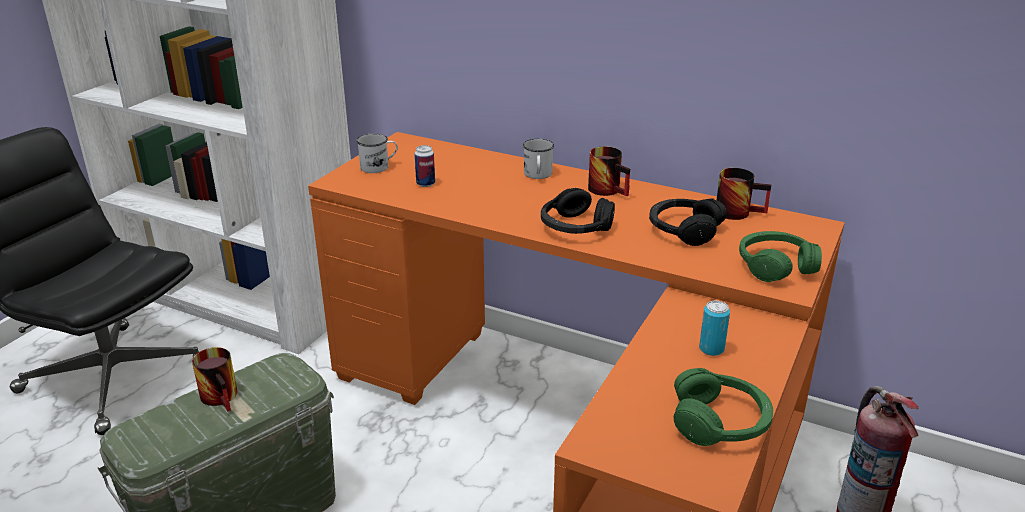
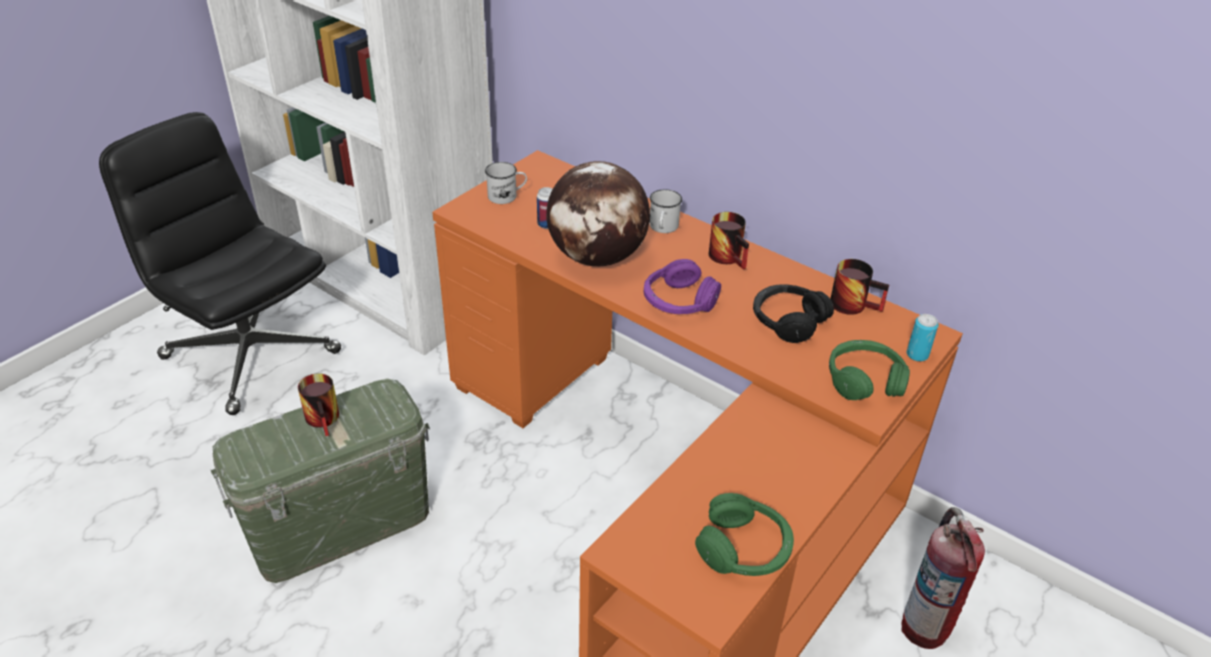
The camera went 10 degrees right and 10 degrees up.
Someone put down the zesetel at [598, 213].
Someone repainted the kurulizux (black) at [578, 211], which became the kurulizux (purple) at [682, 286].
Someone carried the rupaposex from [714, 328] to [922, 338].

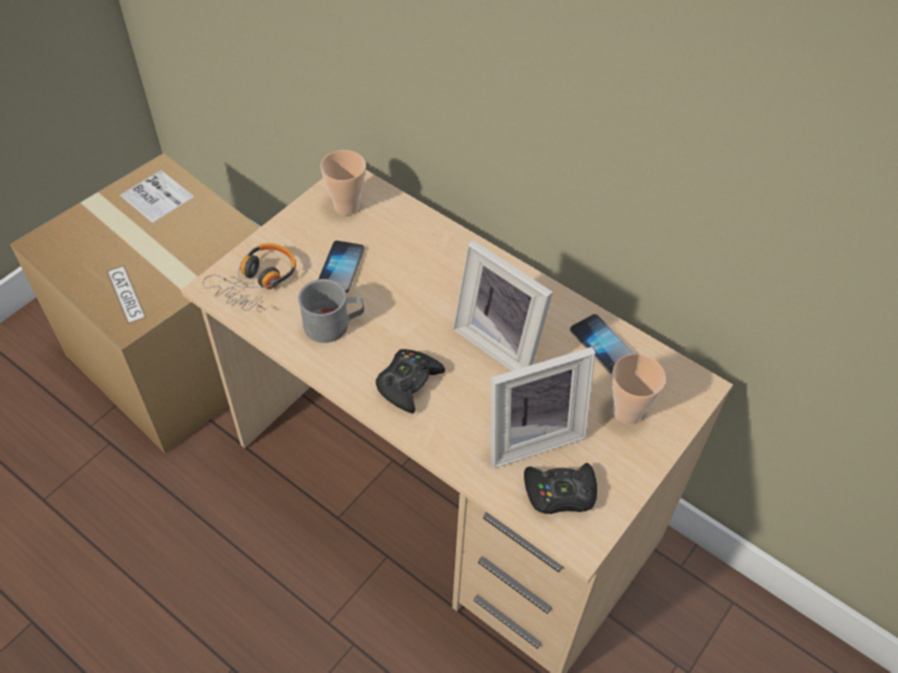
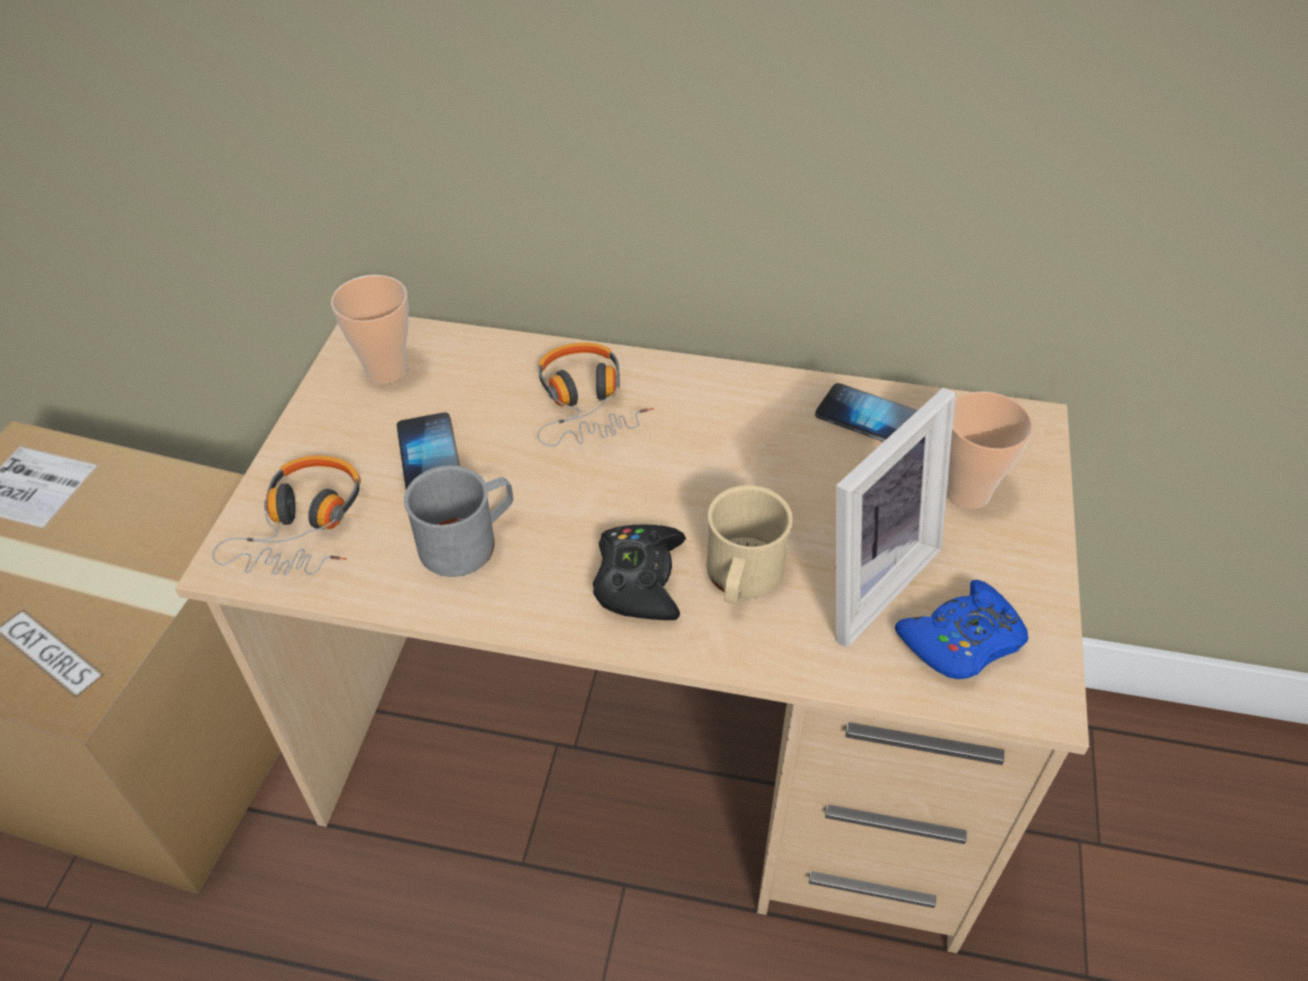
The camera went 25 degrees left and 5 degrees down.
Someone put down the kurulizux at [595, 395].
Someone put down the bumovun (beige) at [750, 544].
Someone repainted the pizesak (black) at [560, 488], which became the pizesak (blue) at [961, 629].
Someone took away the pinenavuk at [503, 305].

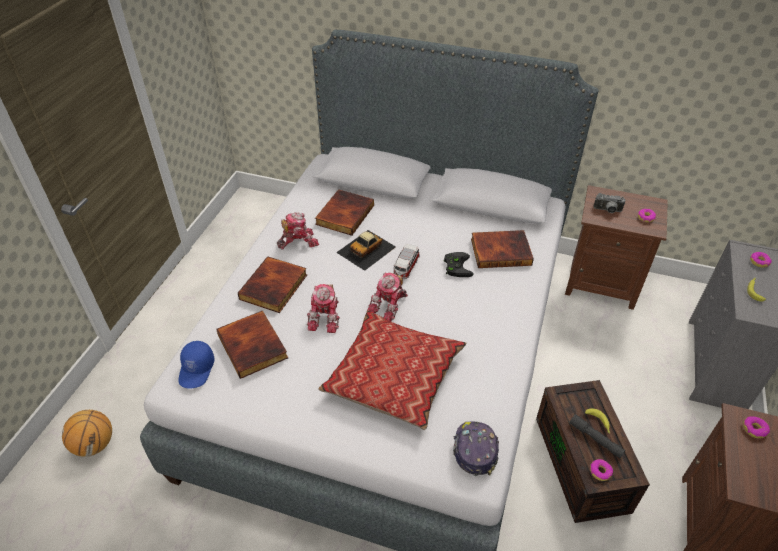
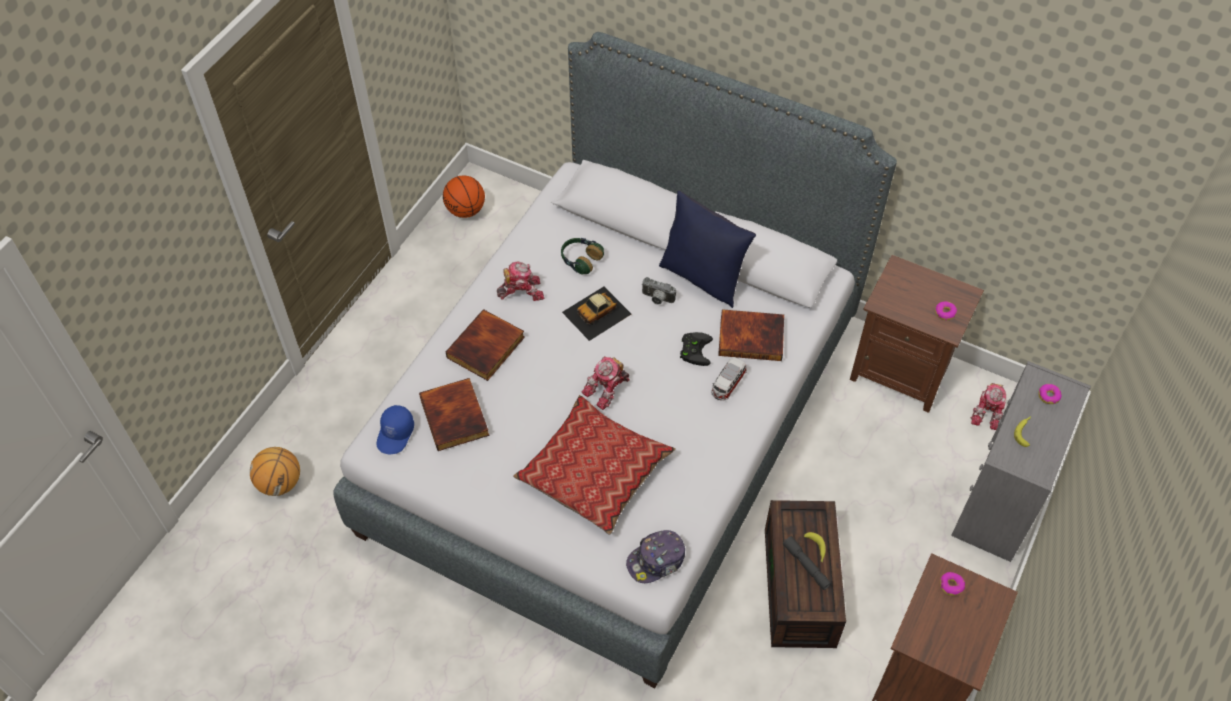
The camera went 10 degrees right and 10 degrees up.
Someone put down the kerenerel at [464, 197].
Someone swapped the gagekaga at [344, 212] for the kurulizux at [582, 256].
Someone rotated the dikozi at [476, 449] by 135 degrees counterclockwise.
Someone carried the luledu from [609, 203] to [658, 291].
Someone put down the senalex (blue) at [707, 249].
Someone carried the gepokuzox from [406, 261] to [729, 379].
Someone carried the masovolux from [323, 308] to [988, 406].
Someone took away the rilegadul at [601, 470].

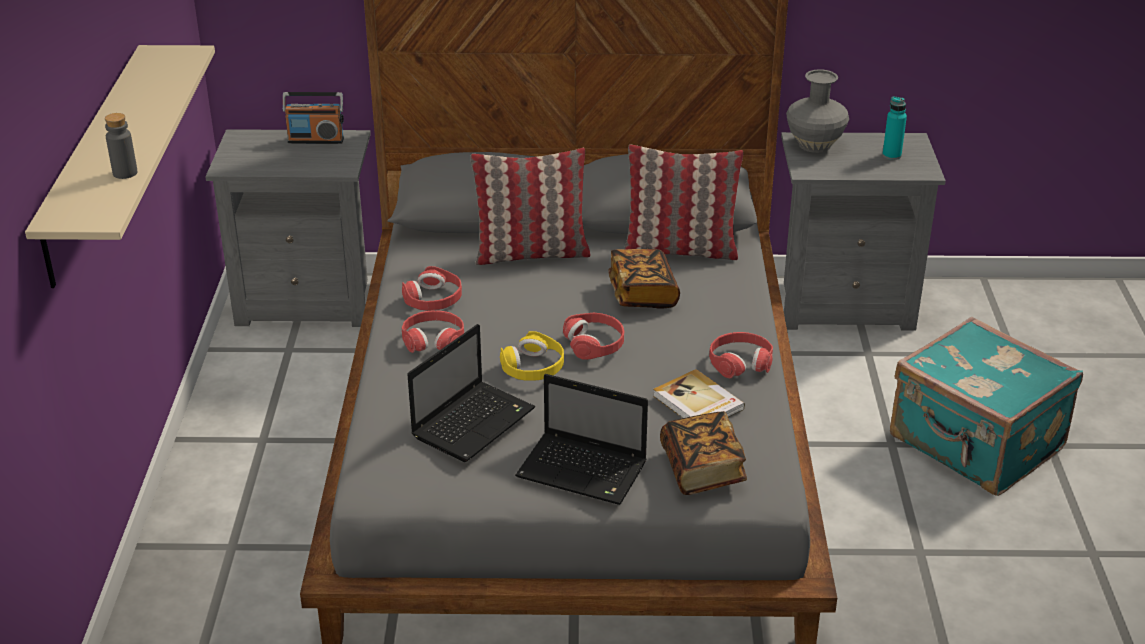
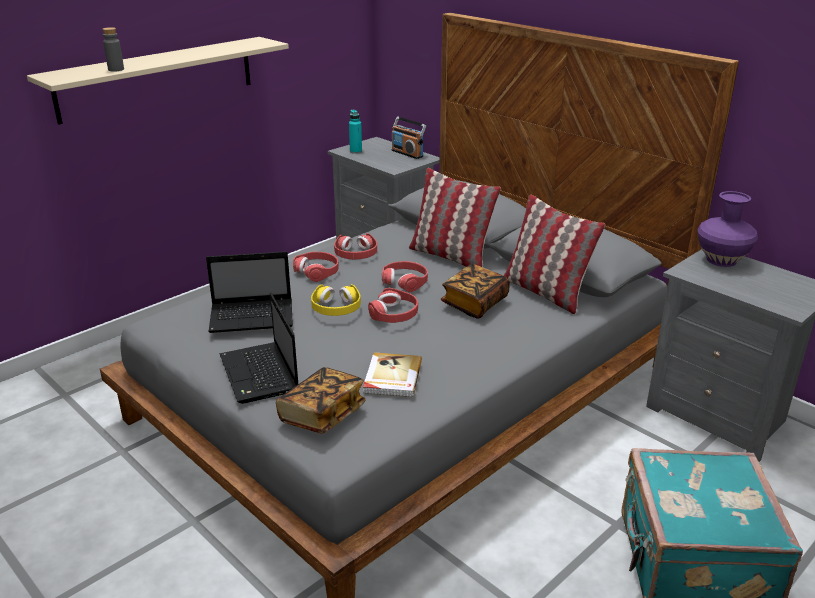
The camera went 45 degrees right and 5 degrees down.
Someone carried the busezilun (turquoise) from [894, 128] to [355, 132].
Someone carried the kurulizux (red) from [741, 355] to [405, 276].
Someone repainted the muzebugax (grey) at [817, 111], which became the muzebugax (purple) at [727, 229].

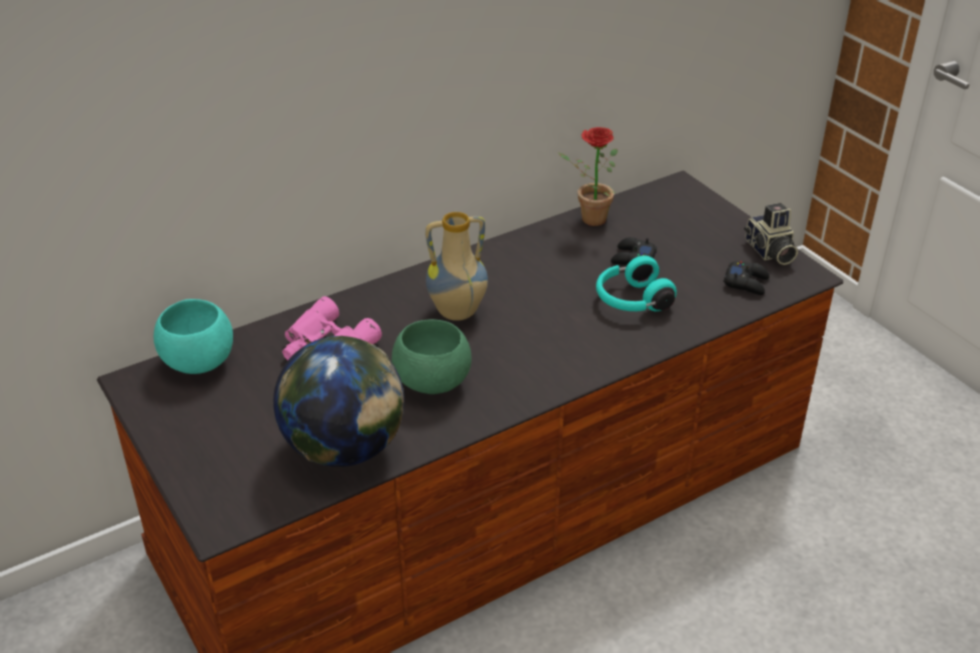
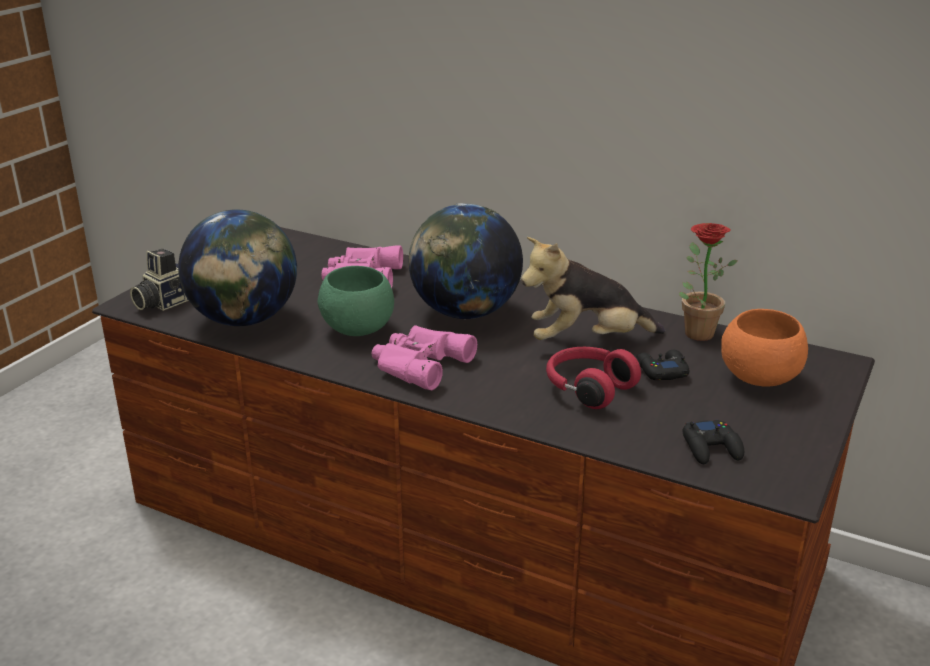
The camera went 60 degrees right and 10 degrees down.
Someone carried the luledu from [771, 234] to [159, 279].
Someone put down the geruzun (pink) at [424, 357].
Someone swapped the muzebugax at [456, 266] for the zesetel at [465, 261].
Someone put down the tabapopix at [593, 288].
Someone repainted the kurulizux (turquoise) at [636, 283], which became the kurulizux (red) at [593, 378].
Someone put down the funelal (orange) at [764, 348].
Someone took away the funelal (turquoise) at [193, 336].

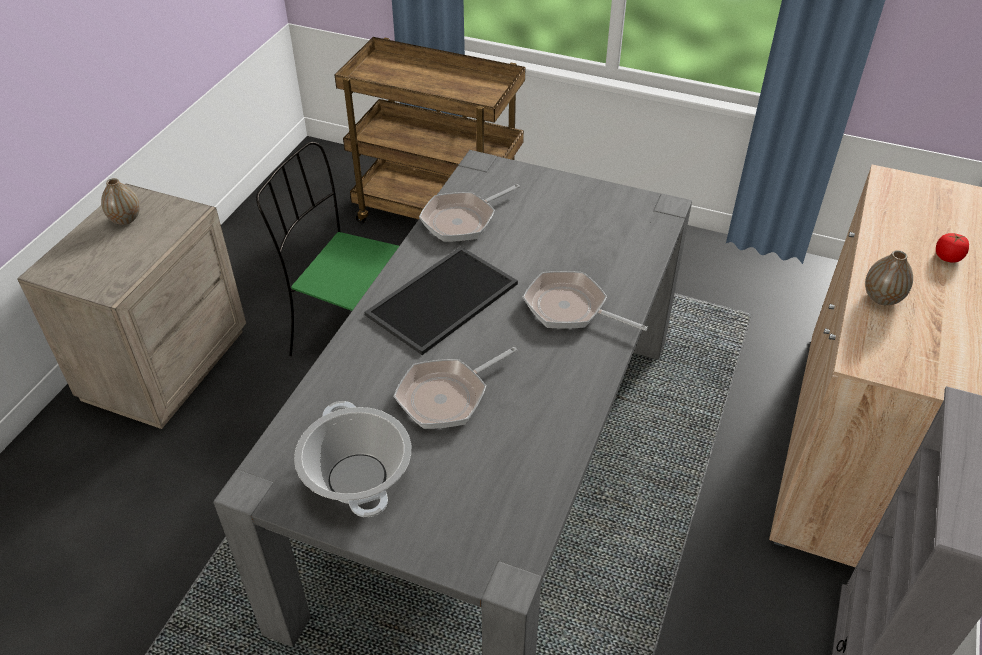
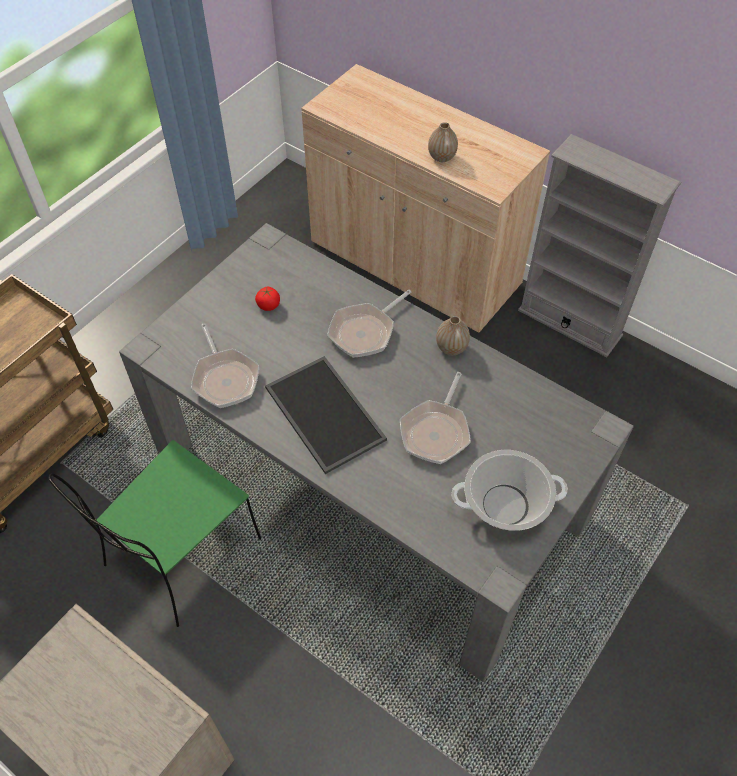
The camera went 75 degrees left and 10 degrees up.
Someone carried the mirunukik from [952, 247] to [267, 299].
Someone rotated the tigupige at [455, 388] by 45 degrees clockwise.
Someone carried the muzebugax from [120, 201] to [453, 335].

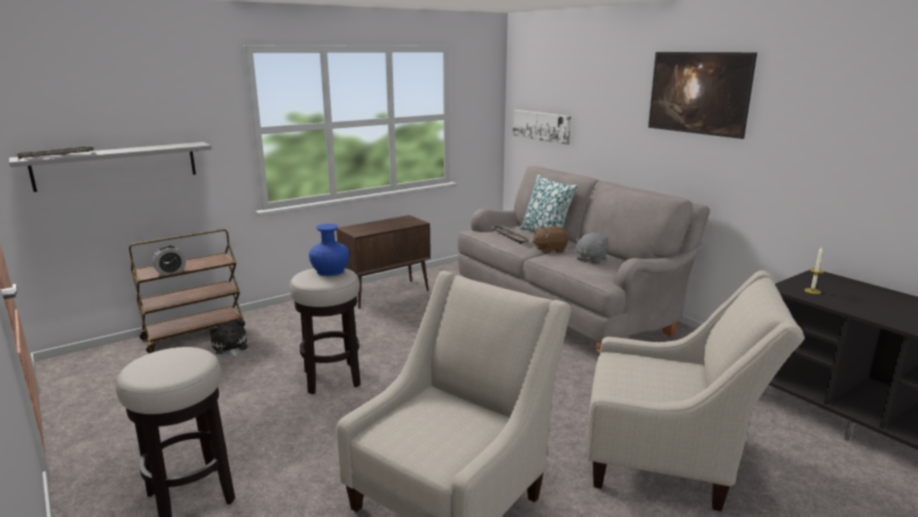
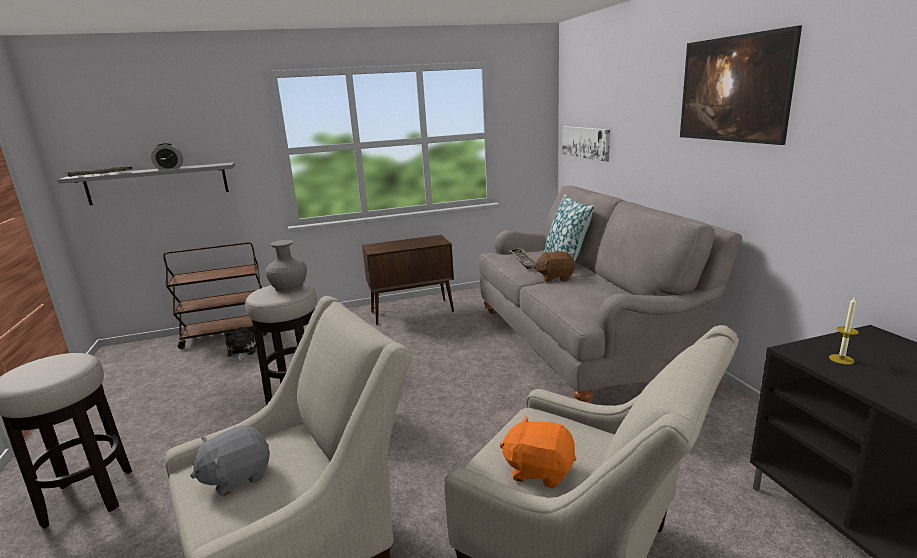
The camera went 20 degrees right and 0 degrees up.
Someone carried the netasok from [169, 260] to [167, 156].
Someone carried the tabapopix (grey) from [592, 248] to [230, 460].
Someone repainted the muzebugax (blue) at [329, 250], which became the muzebugax (grey) at [286, 266].
Someone put down the tabapopix (orange) at [538, 451].

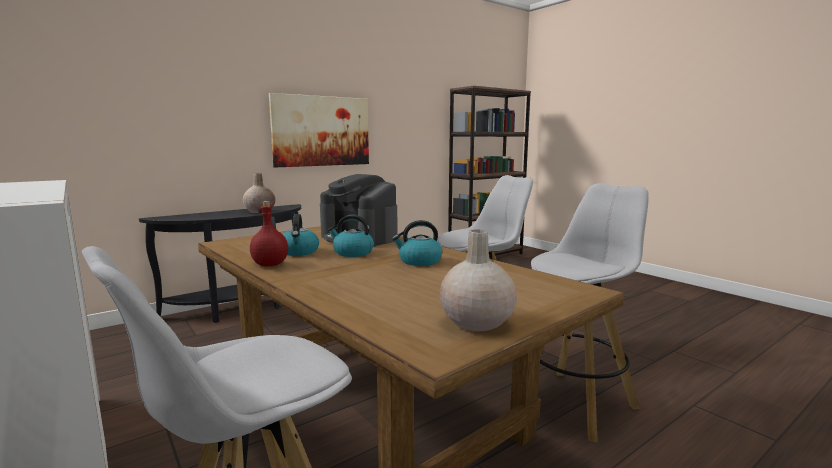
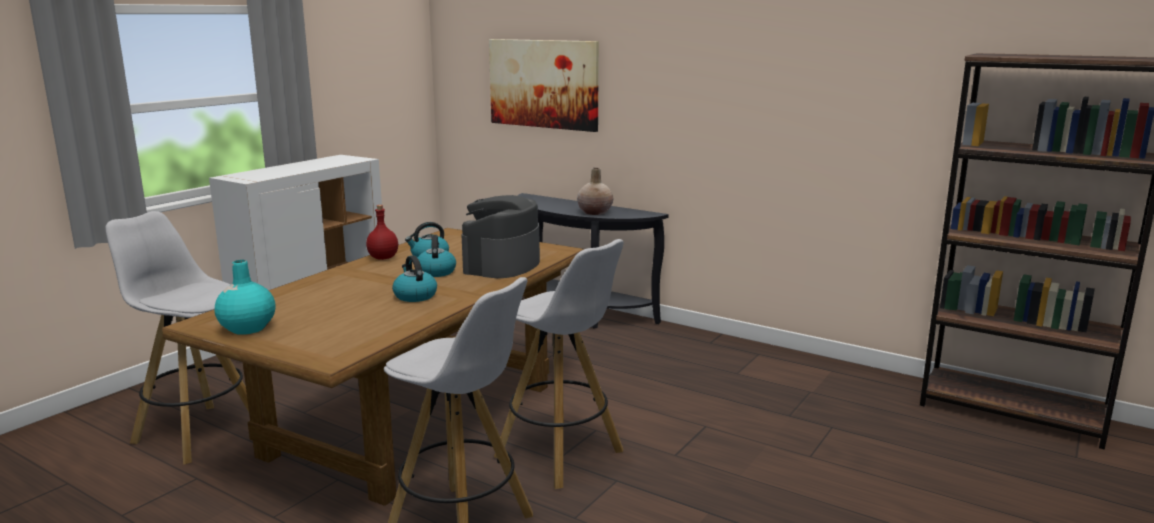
The camera went 70 degrees right and 5 degrees up.
Someone repainted the muzebugax (beige) at [478, 280], which became the muzebugax (turquoise) at [245, 297].
Someone carried the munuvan from [319, 130] to [544, 85].

